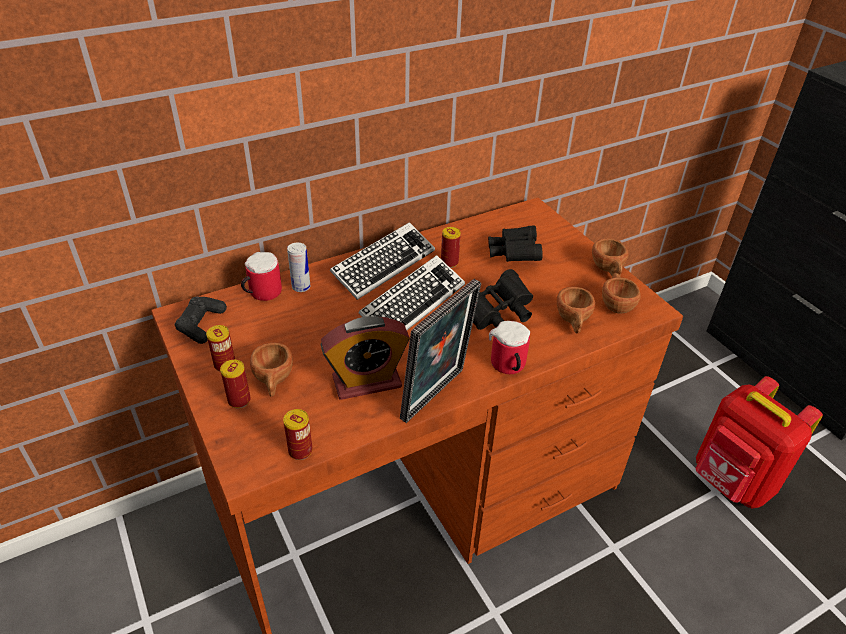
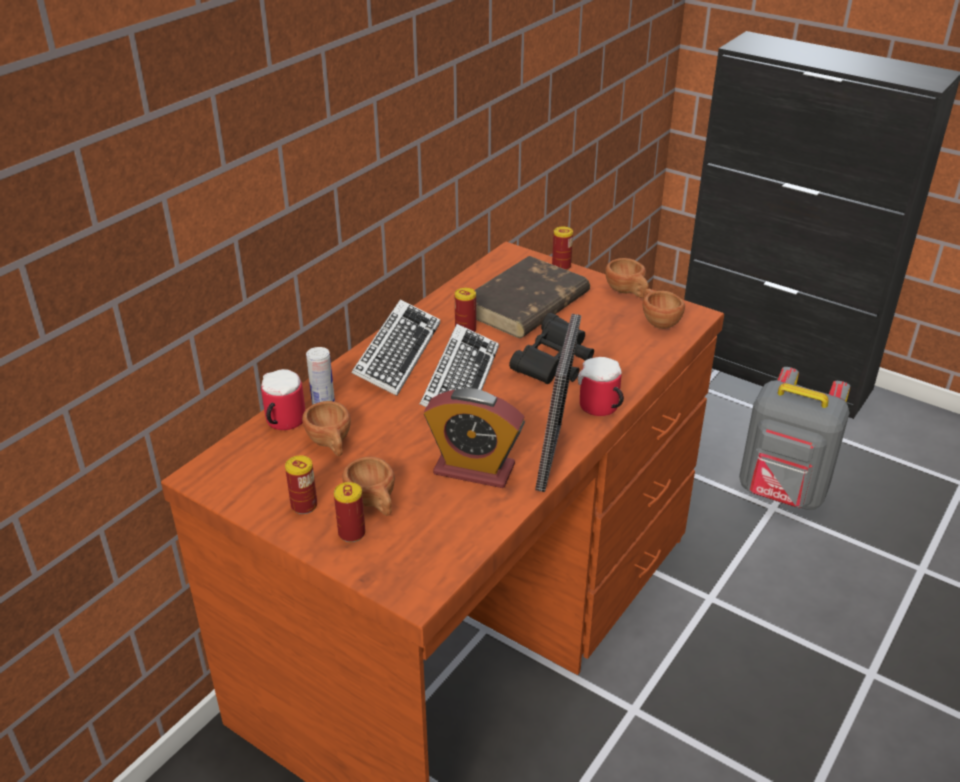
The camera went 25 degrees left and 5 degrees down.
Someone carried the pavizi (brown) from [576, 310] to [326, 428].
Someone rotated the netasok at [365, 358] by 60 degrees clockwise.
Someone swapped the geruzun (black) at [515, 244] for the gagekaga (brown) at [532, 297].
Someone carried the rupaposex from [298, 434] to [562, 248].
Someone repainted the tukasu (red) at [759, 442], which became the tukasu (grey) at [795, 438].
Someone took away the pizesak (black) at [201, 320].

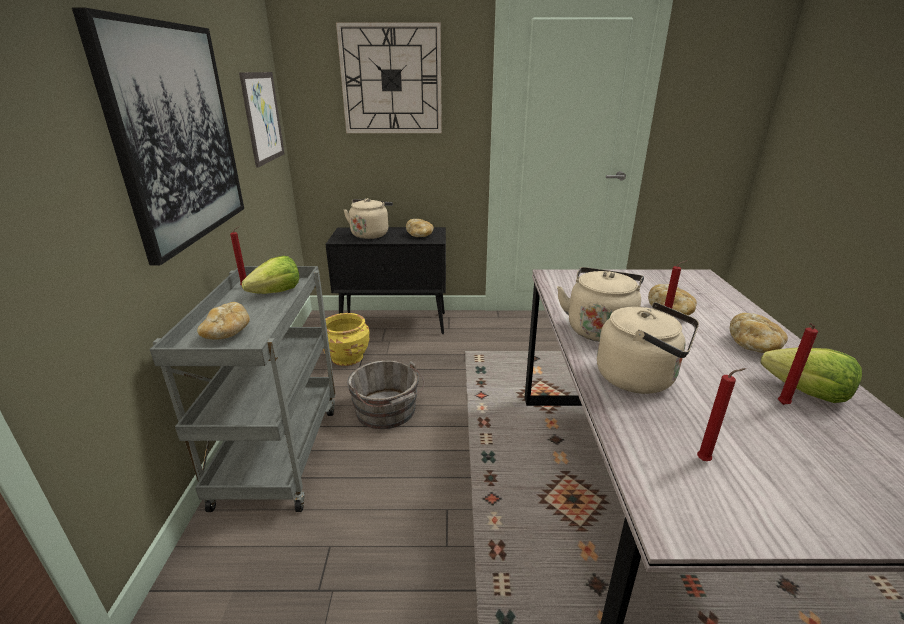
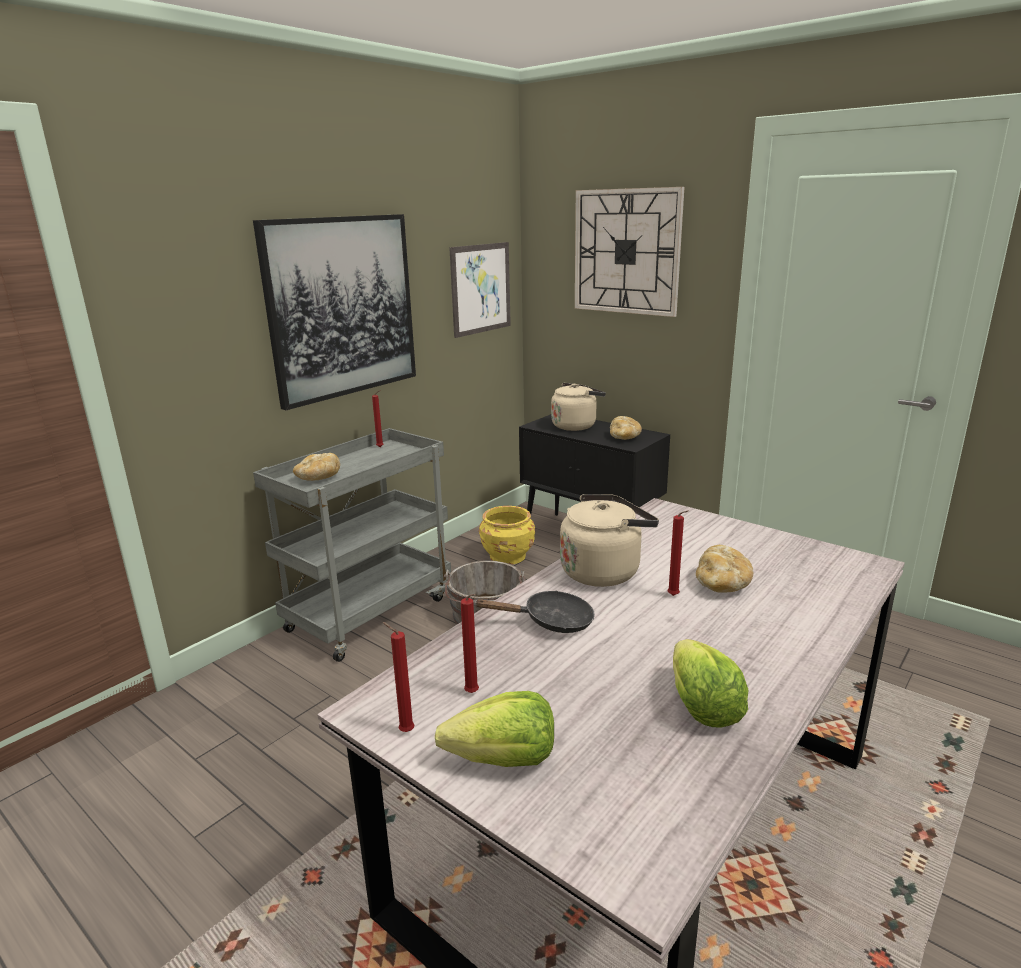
The camera went 40 degrees right and 5 degrees down.
Someone carried the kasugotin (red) from [798, 364] to [398, 677].
Someone carried the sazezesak from [270, 275] to [494, 729].
Someone swapped the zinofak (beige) at [648, 348] for the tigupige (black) at [534, 612].
Someone took away the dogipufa at [759, 333].

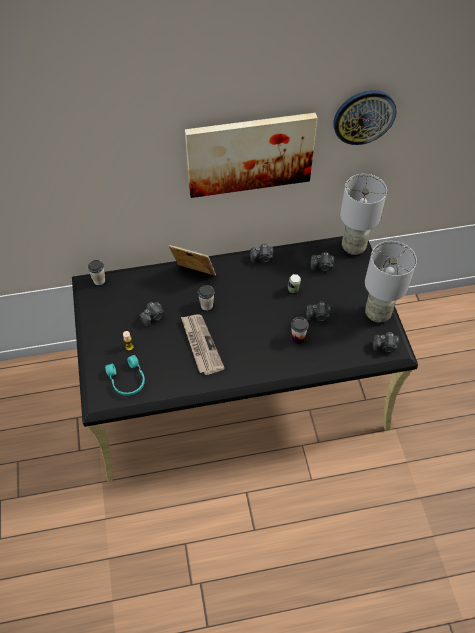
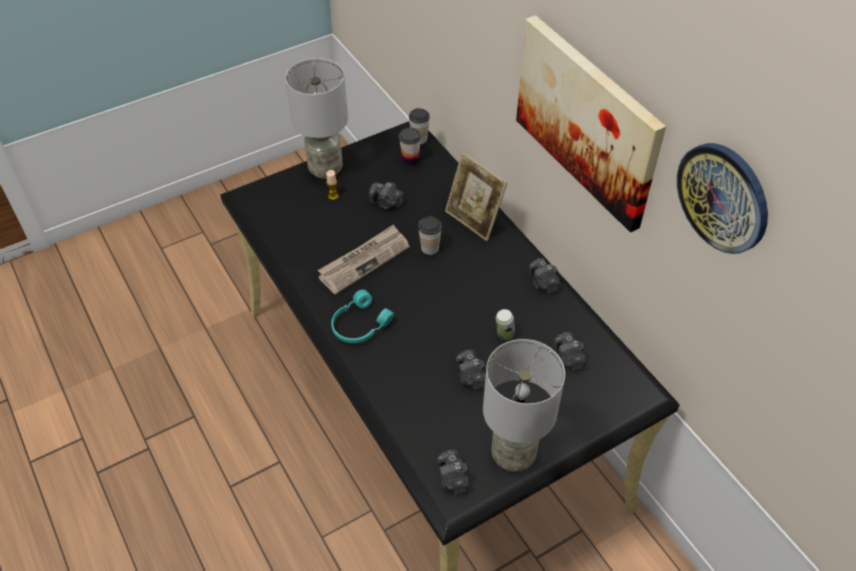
The camera went 70 degrees right and 5 degrees down.
Someone carried the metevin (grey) from [363, 214] to [316, 118].
Someone carried the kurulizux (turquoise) from [125, 375] to [362, 316].
Someone carried the pavizi from [300, 330] to [410, 147].
Someone rotated the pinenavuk at [192, 260] by 135 degrees clockwise.

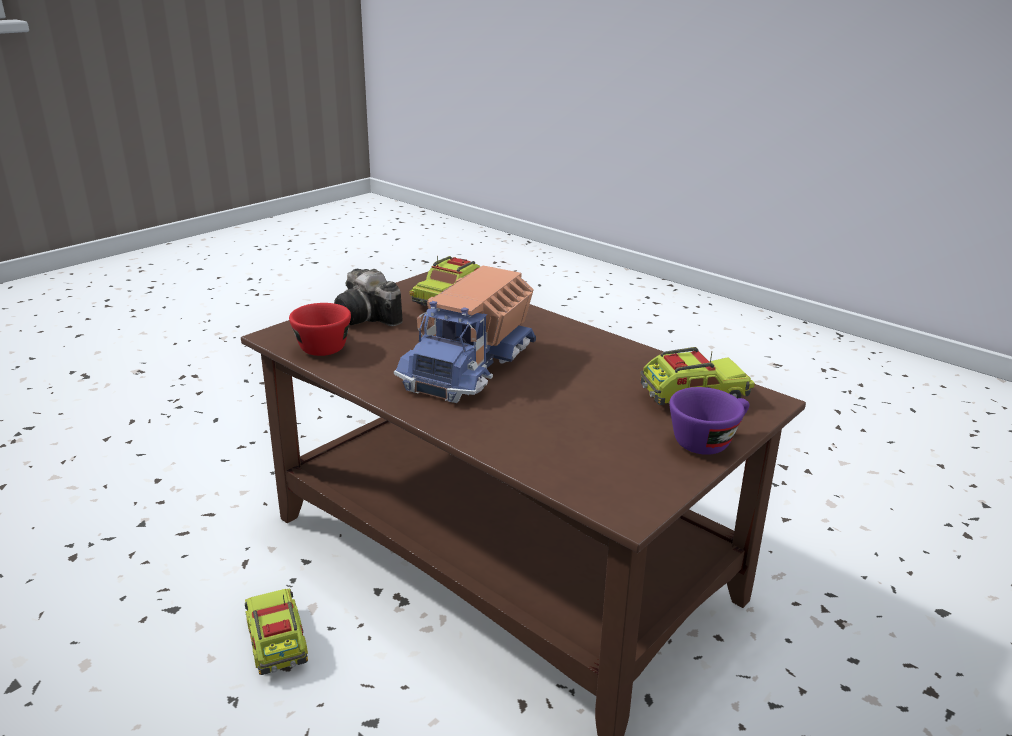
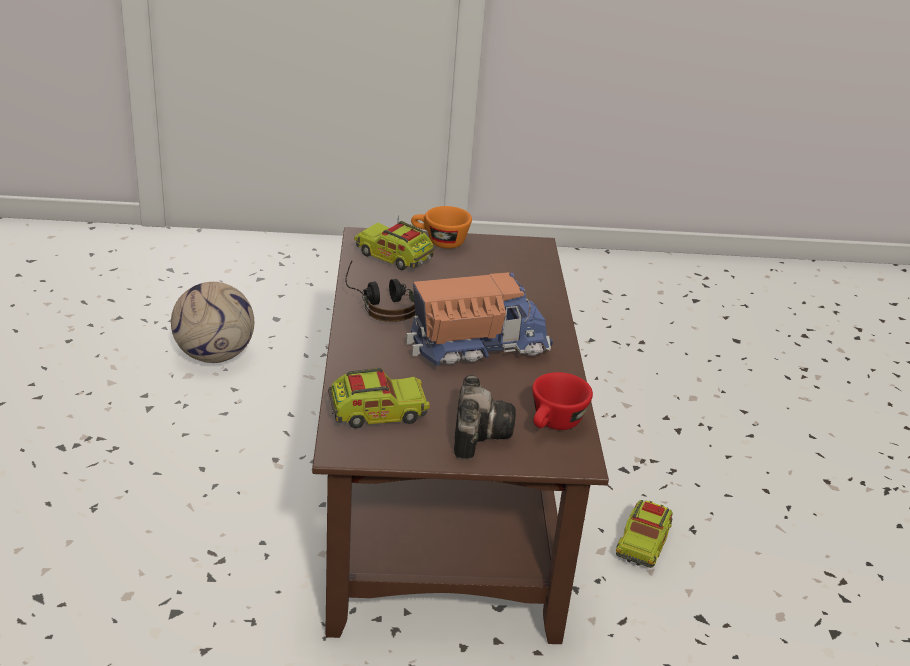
The camera went 135 degrees left and 5 degrees up.
Someone put down the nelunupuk at [212, 322].
Someone put down the kurulizux at [380, 291].
Someone repainted the pavizi (purple) at [709, 421], which became the pavizi (orange) at [441, 227].

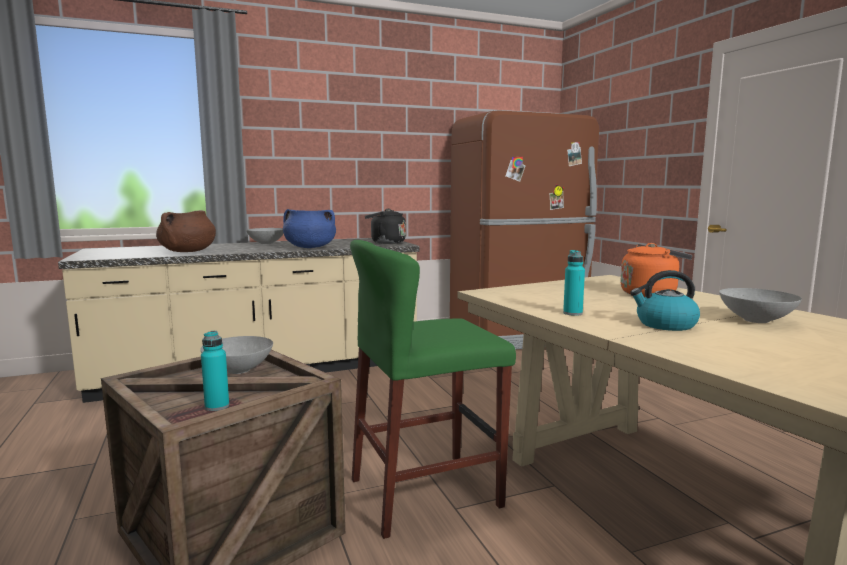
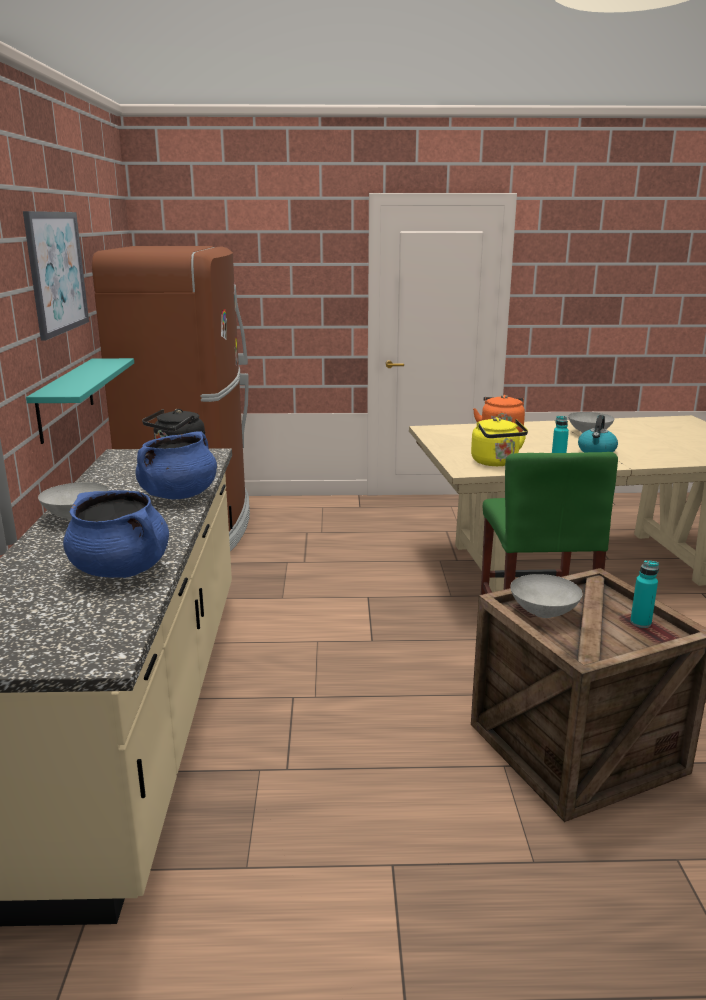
The camera went 70 degrees left and 10 degrees up.
Someone put up the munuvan at [56, 275].
Someone put up the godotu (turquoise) at [80, 401].
Someone repainted the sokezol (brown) at [186, 231], which became the sokezol (blue) at [116, 534].
Someone put down the zinofak (yellow) at [499, 441].

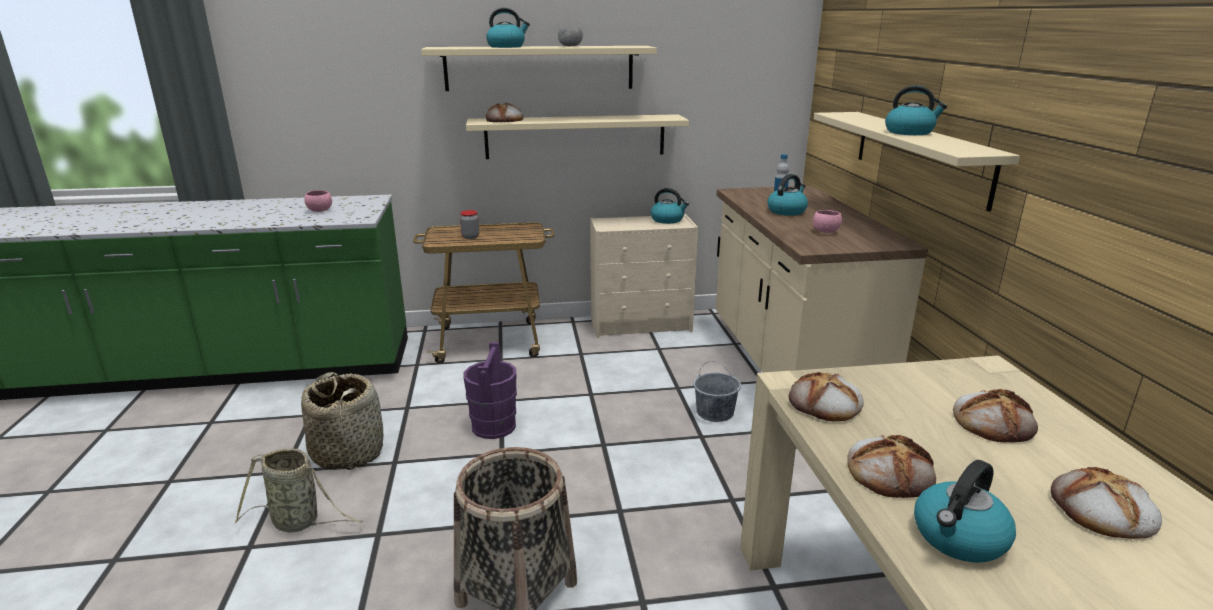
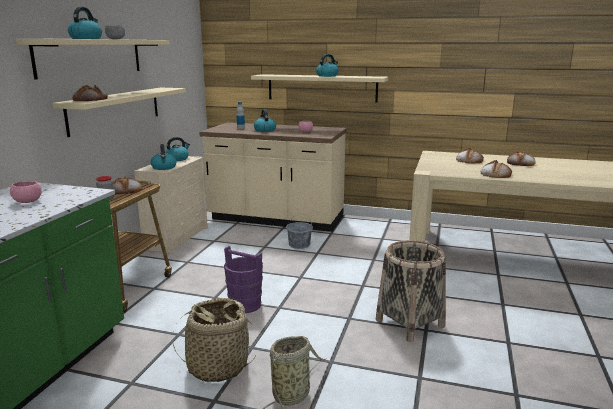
The camera went 65 degrees left and 5 degrees down.
Someone carried the dogipufa from [826, 397] to [127, 185].
Someone carried the zinofak from [965, 511] to [163, 157].

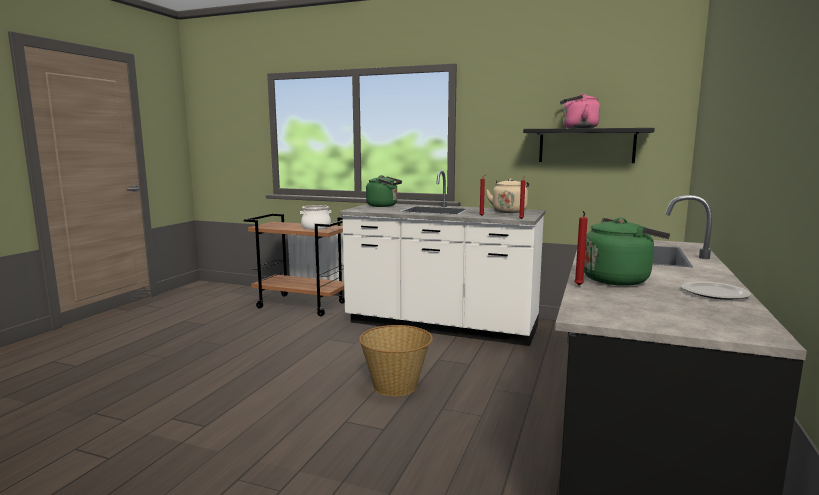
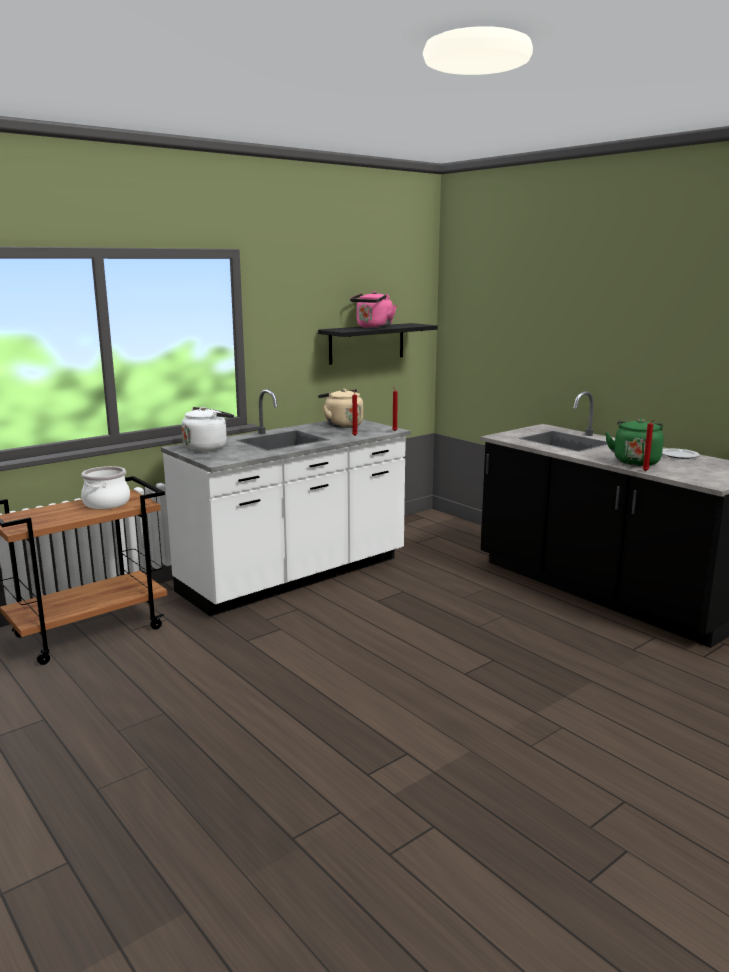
The camera went 60 degrees left and 5 degrees up.
Someone repainted the zinofak (green) at [384, 191], which became the zinofak (white) at [208, 429].
Someone took away the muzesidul at [396, 360].

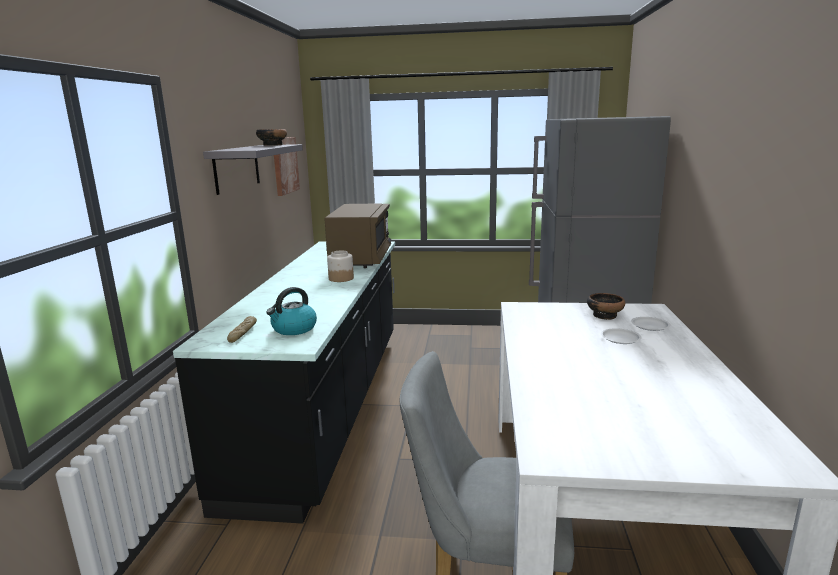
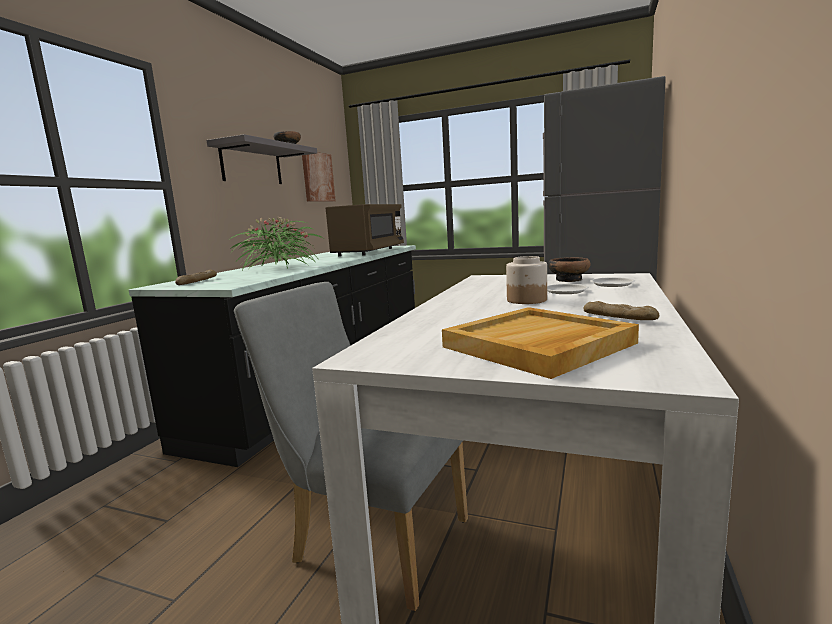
The camera went 15 degrees right and 5 degrees down.
Someone put down the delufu at [276, 243].
Someone put down the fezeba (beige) at [540, 343].
Someone carried the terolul from [340, 266] to [526, 280].
Someone put down the dogipufa at [621, 310].
Someone took away the zinofak at [291, 311].

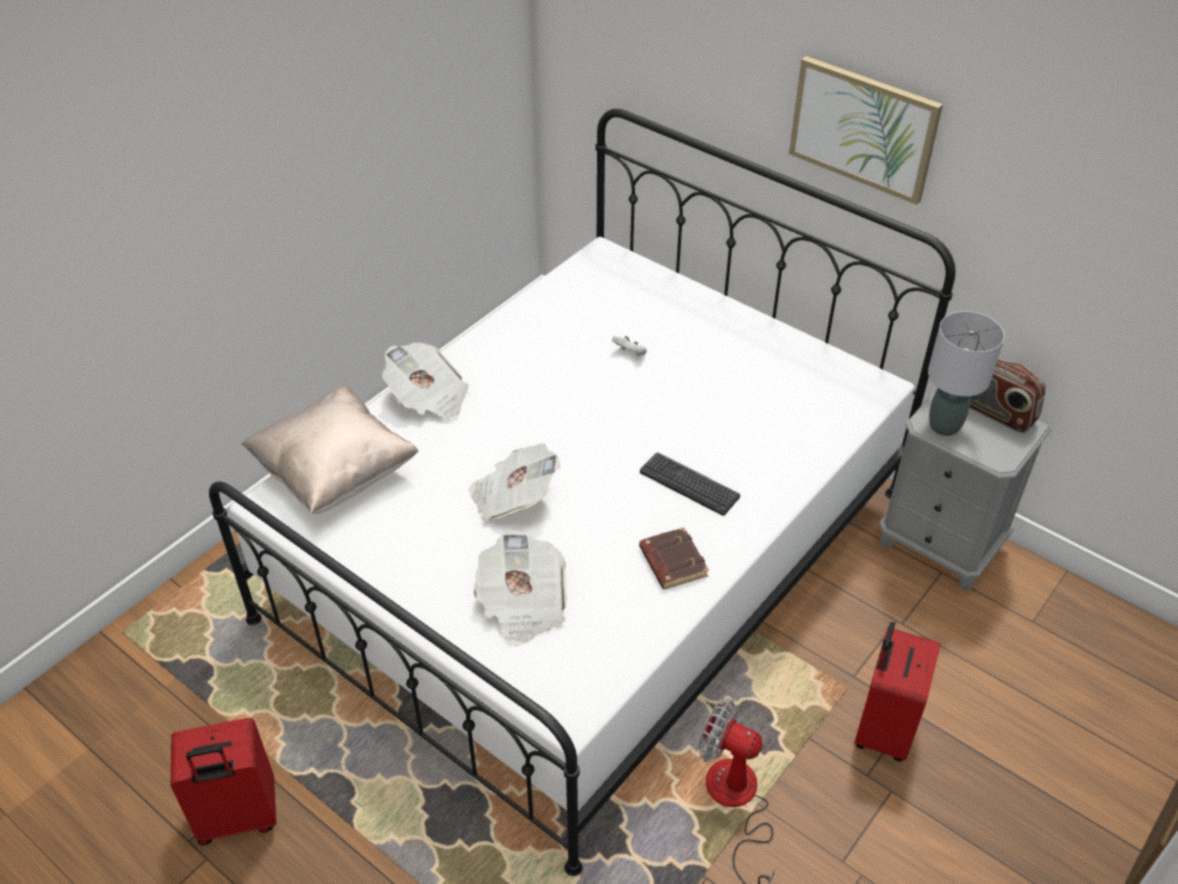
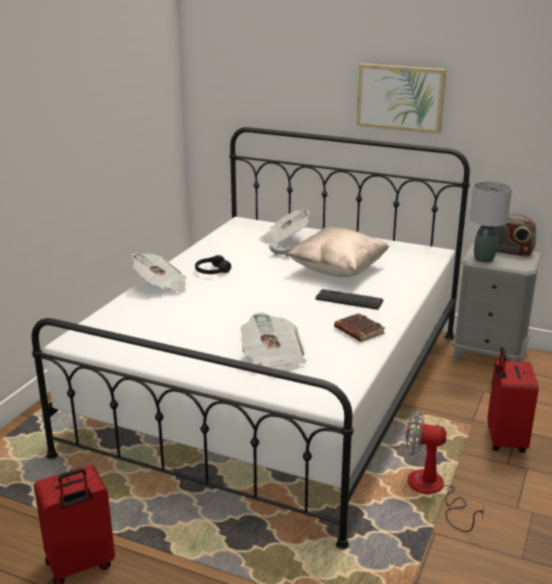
The camera went 15 degrees left and 20 degrees down.
Someone put down the kurulizux (black) at [213, 264].
Someone carried the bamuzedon from [514, 482] to [284, 227].
Someone carried the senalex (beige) from [329, 449] to [337, 252].

